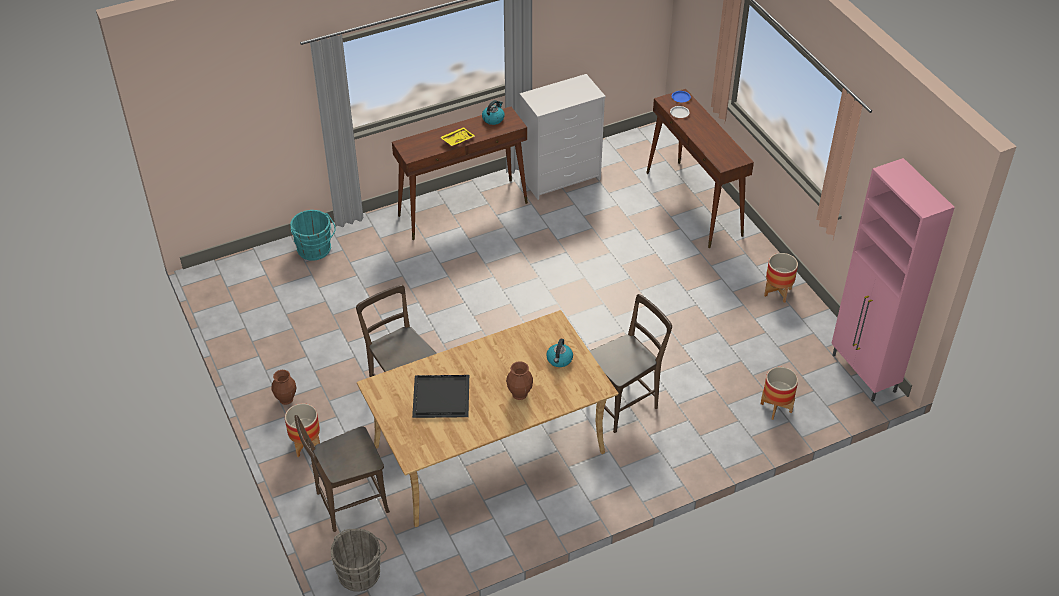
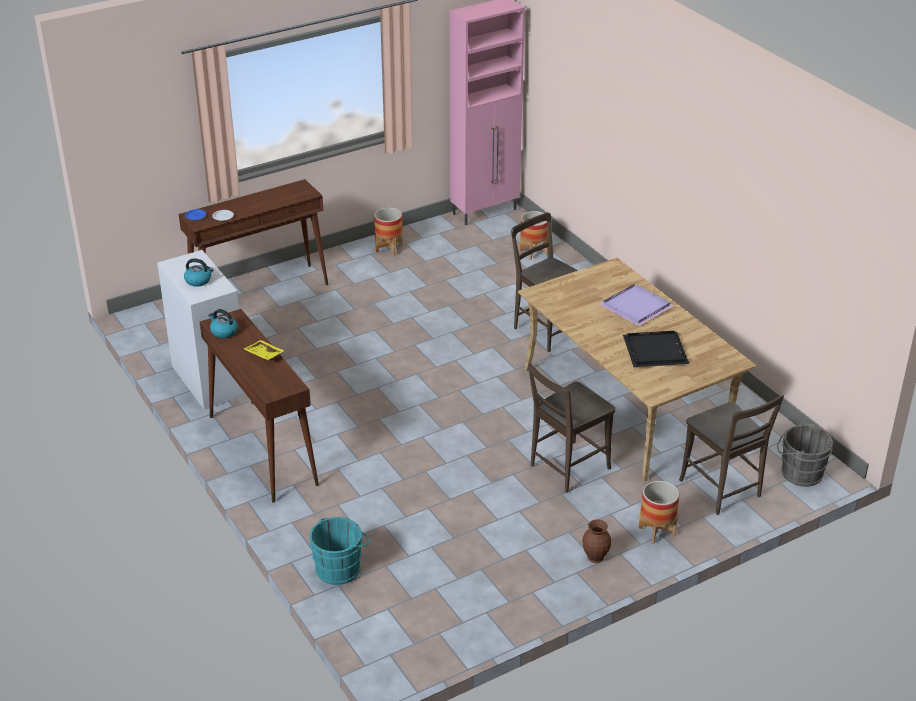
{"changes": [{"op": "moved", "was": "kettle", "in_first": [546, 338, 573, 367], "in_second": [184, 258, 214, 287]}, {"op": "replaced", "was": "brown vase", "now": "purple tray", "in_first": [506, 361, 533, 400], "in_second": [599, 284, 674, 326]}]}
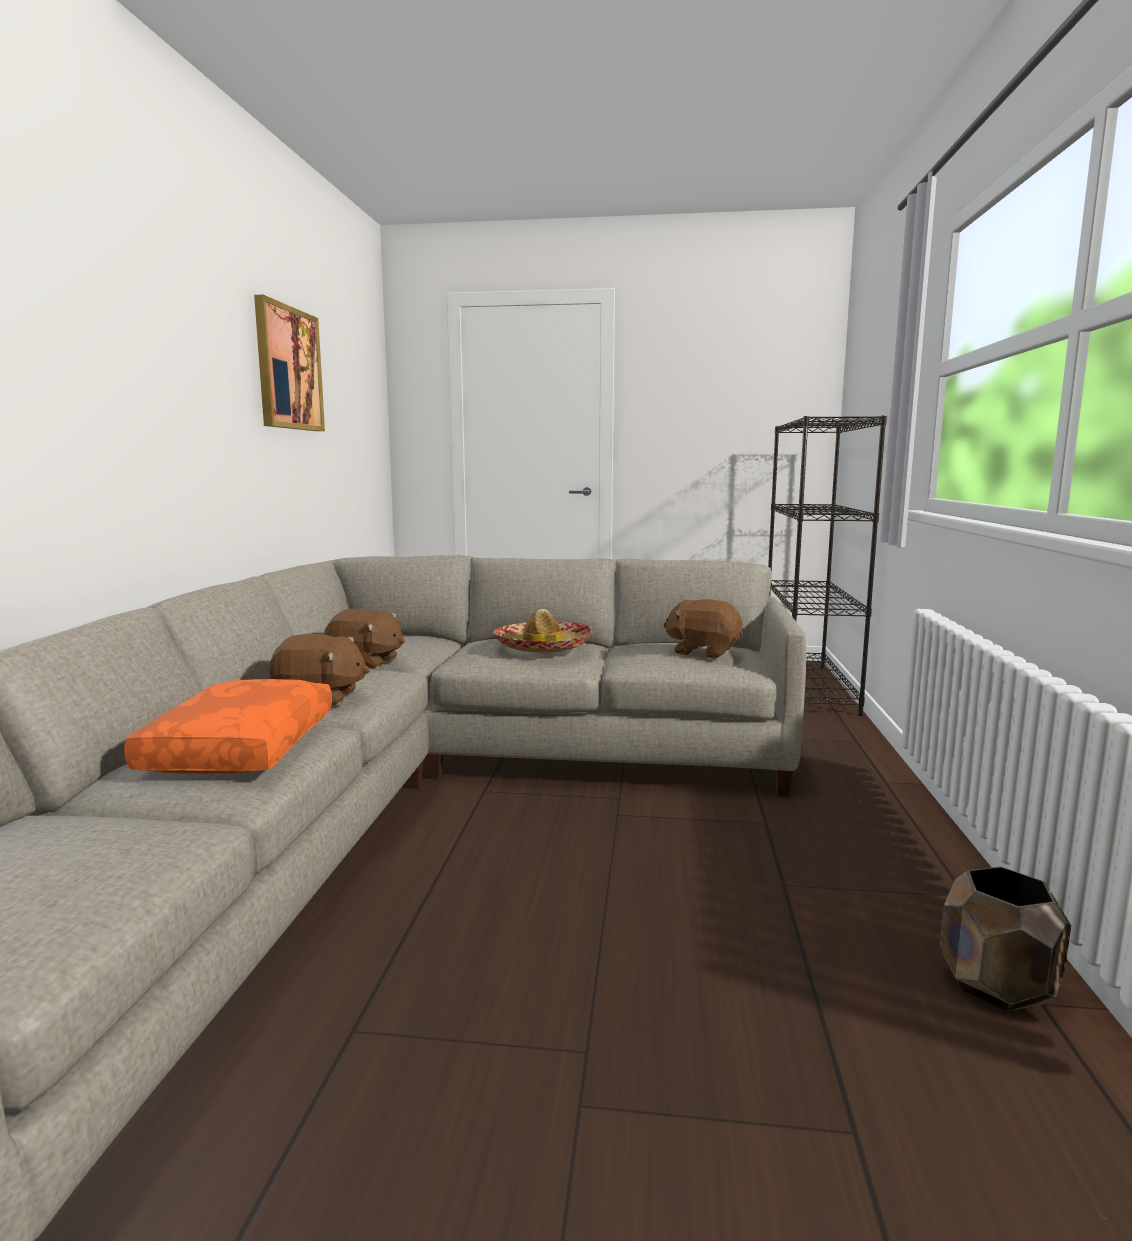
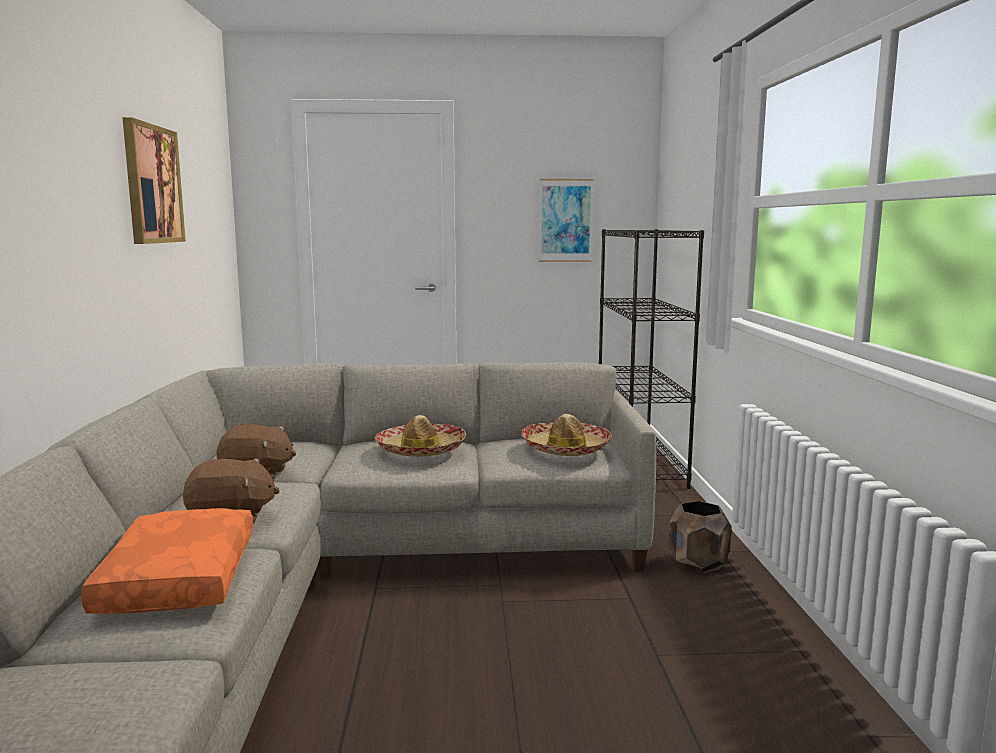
{"changes": [{"op": "replaced", "was": "brown plush toy", "now": "hat", "in_first": [663, 599, 742, 658], "in_second": [521, 414, 612, 456]}, {"op": "added", "now": "picture", "in_second": [539, 179, 594, 262]}, {"op": "moved", "was": "brown planter", "in_first": [940, 866, 1071, 1011], "in_second": [668, 501, 732, 573]}]}
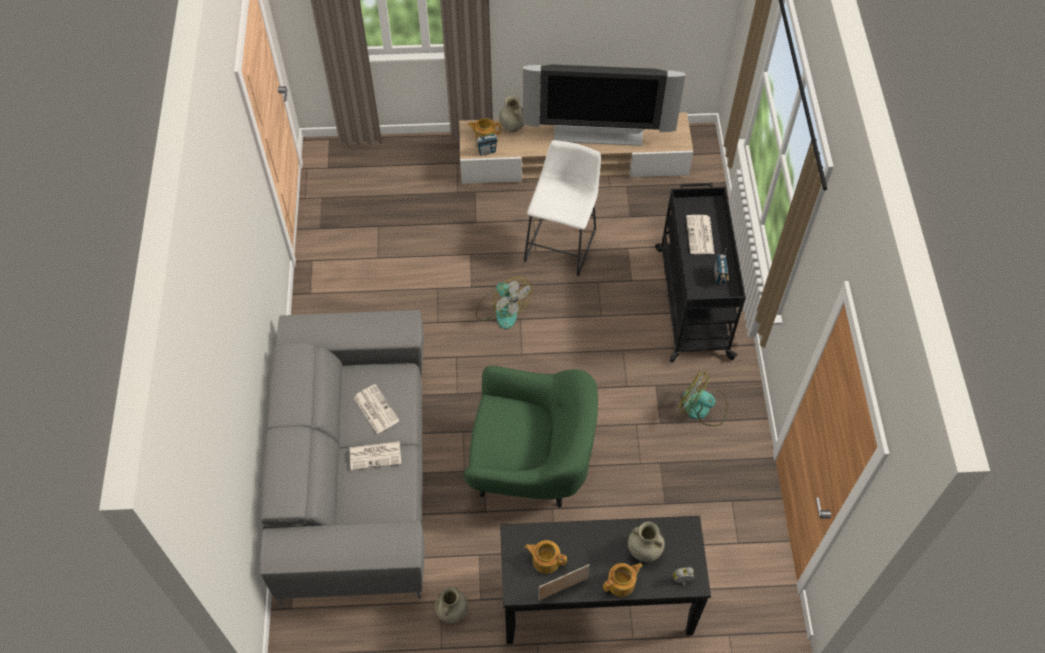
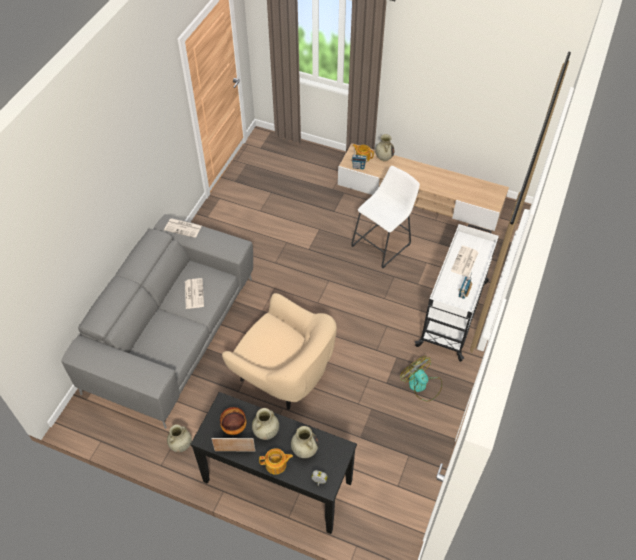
{"changes": [{"op": "moved", "was": "newspaper", "in_first": [350, 441, 401, 470], "in_second": [164, 218, 202, 238]}, {"op": "replaced", "was": "teapot", "now": "bowl", "in_first": [524, 540, 567, 574], "in_second": [220, 407, 247, 435]}, {"op": "recoloured", "was": "green armchair", "now": "beige armchair", "in_first": [464, 366, 598, 508], "in_second": [222, 293, 337, 410]}, {"op": "added", "now": "beige vase", "in_second": [252, 408, 279, 440]}, {"op": "recoloured", "was": "black cart", "now": "white cart", "in_first": [655, 183, 746, 363], "in_second": [415, 224, 499, 362]}, {"op": "removed", "was": "fan", "in_first": [476, 277, 532, 329]}, {"op": "removed", "was": "television", "in_first": [523, 64, 685, 146]}]}
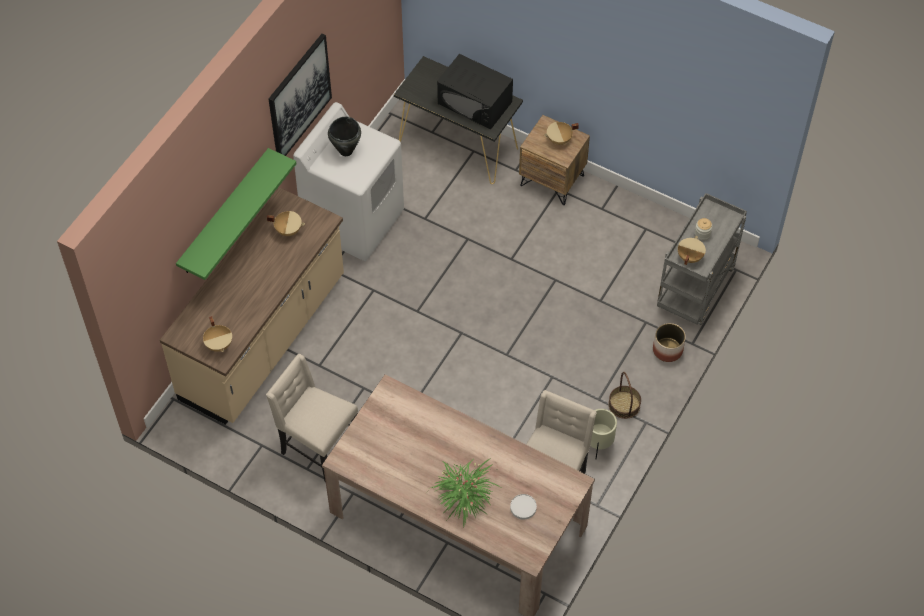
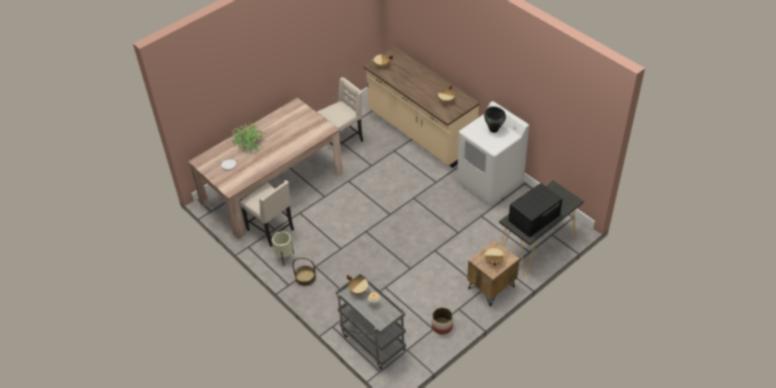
{"changes": [{"op": "moved", "was": "planter", "in_first": [653, 323, 686, 362], "in_second": [432, 307, 453, 335]}, {"op": "removed", "was": "green shelf", "in_first": [176, 148, 296, 280]}, {"op": "removed", "was": "picture", "in_first": [268, 34, 332, 156]}]}
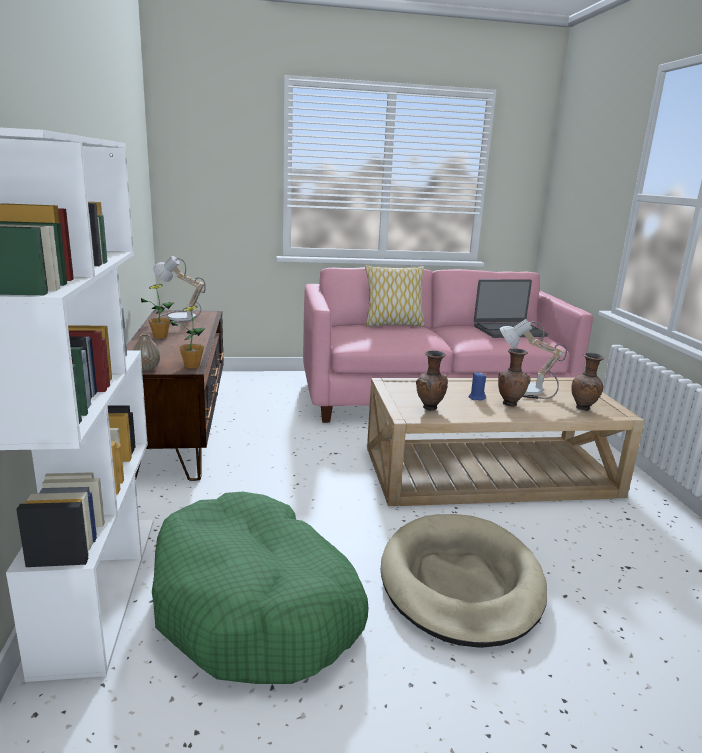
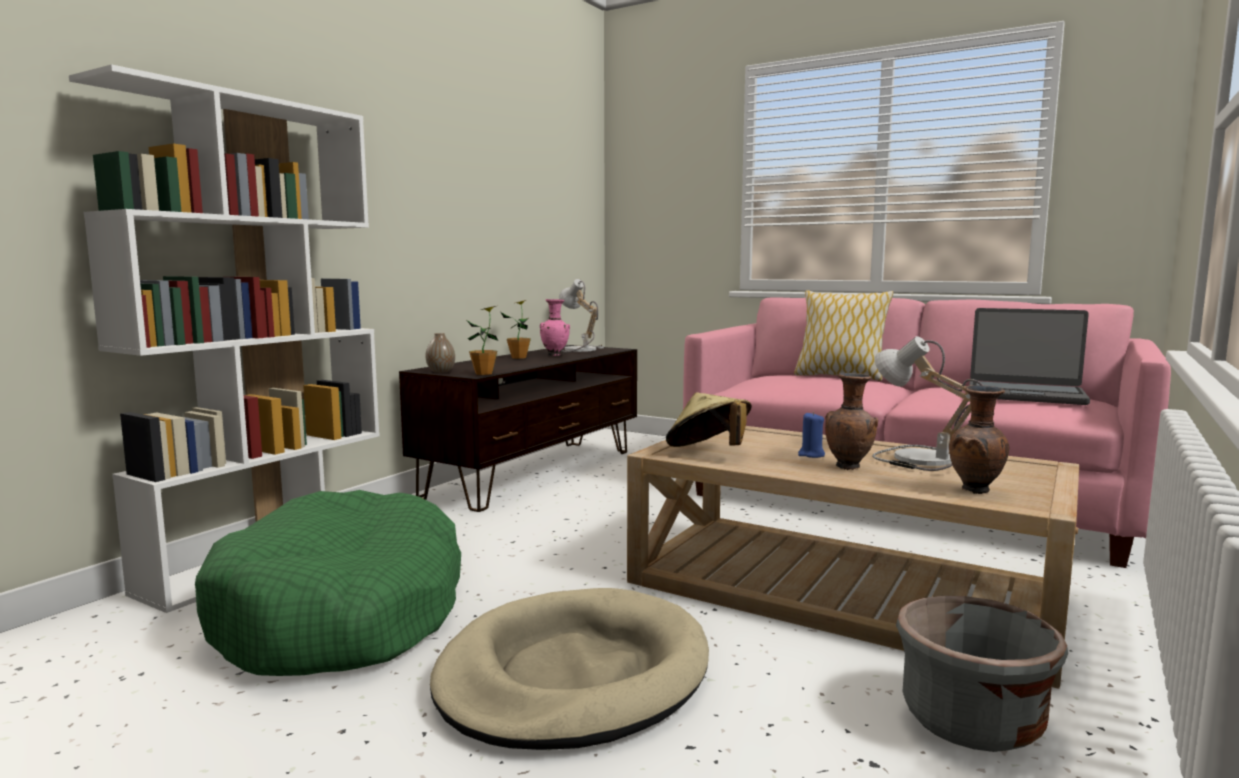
{"changes": [{"op": "added", "now": "pink vase", "in_second": [540, 299, 570, 356]}, {"op": "replaced", "was": "brown vase", "now": "beige hat", "in_first": [416, 350, 448, 411], "in_second": [666, 392, 752, 447]}, {"op": "added", "now": "grey planter", "in_second": [896, 596, 1068, 752]}]}
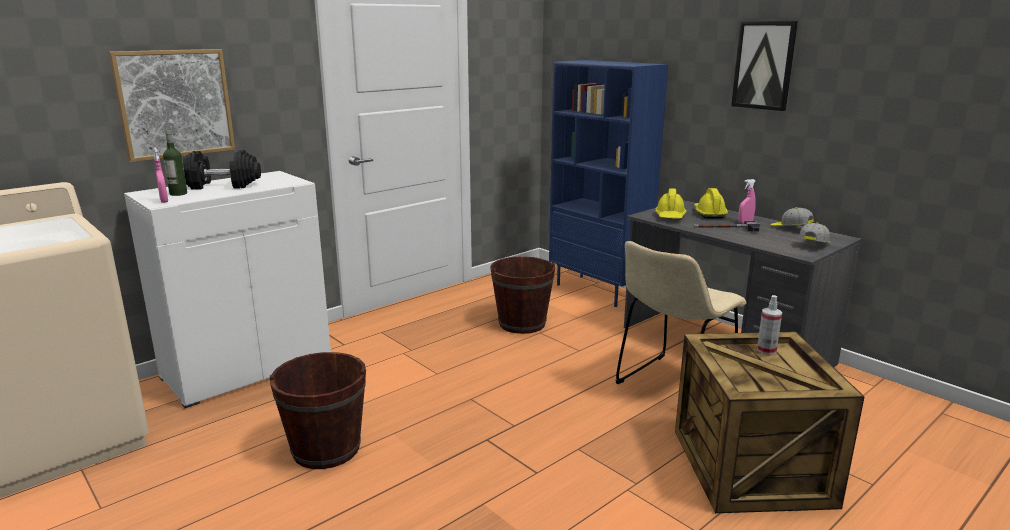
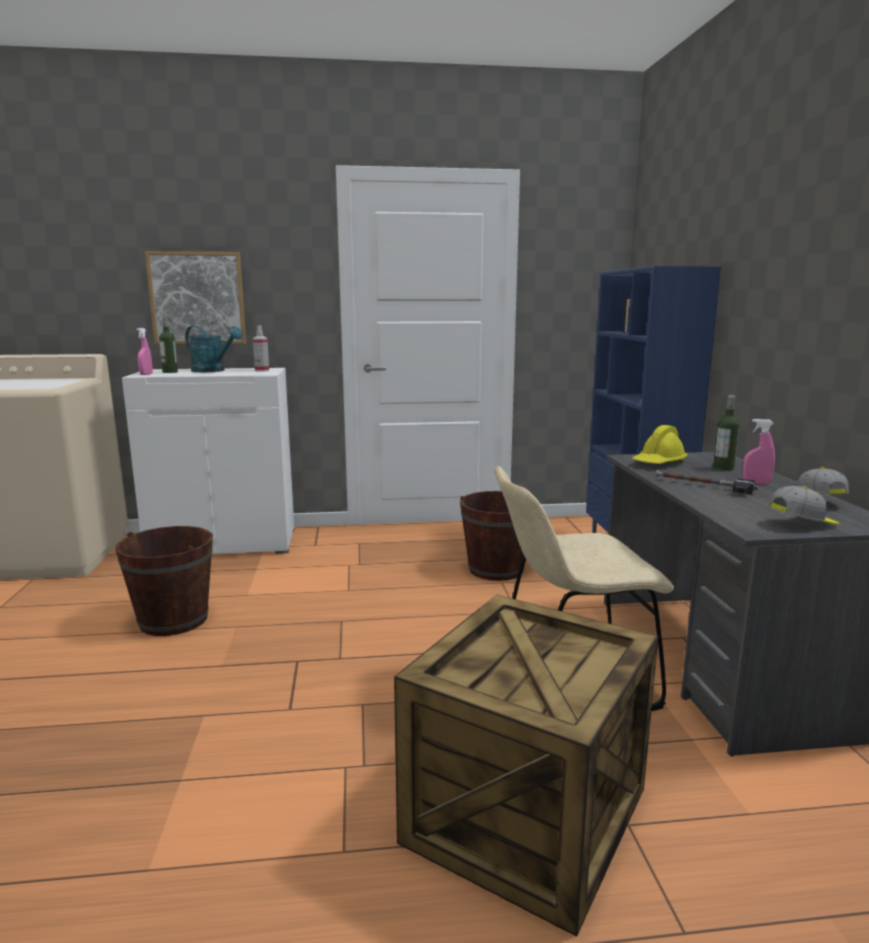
{"changes": [{"op": "replaced", "was": "black dumbbell", "now": "turquoise watering can", "in_first": [182, 150, 261, 190], "in_second": [185, 326, 243, 372]}, {"op": "moved", "was": "spray bottle", "in_first": [757, 295, 782, 355], "in_second": [253, 325, 269, 372]}, {"op": "replaced", "was": "yellow hard hat", "now": "bottle", "in_first": [694, 188, 728, 219], "in_second": [713, 395, 739, 471]}, {"op": "removed", "was": "picture", "in_first": [731, 21, 798, 111]}]}
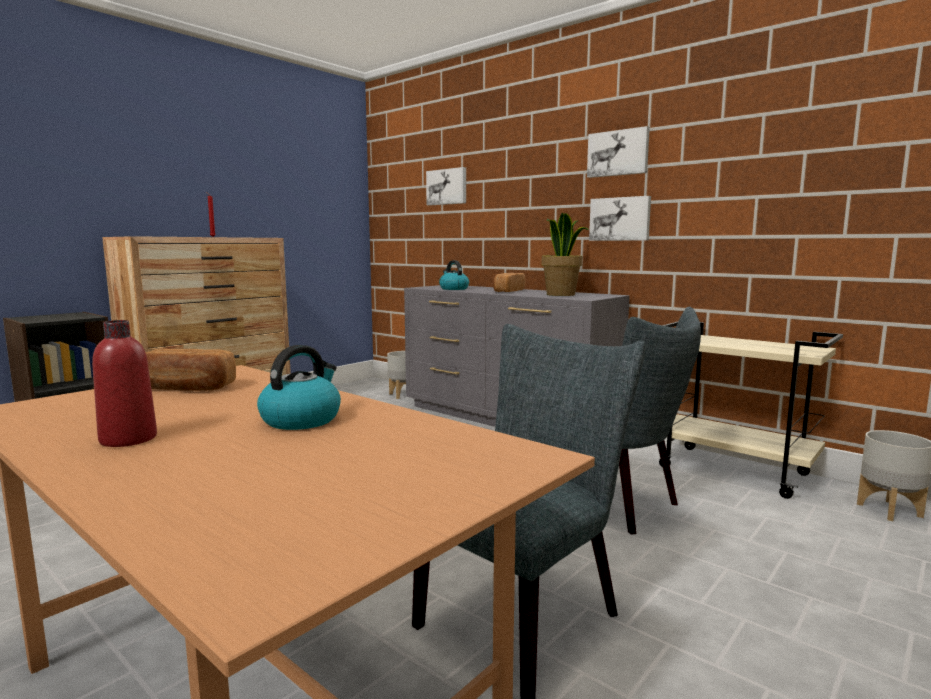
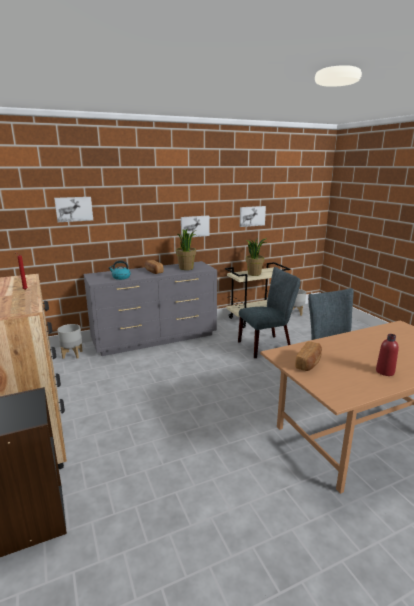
{"changes": [{"op": "moved", "was": "picture", "in_first": [587, 126, 650, 178], "in_second": [240, 206, 266, 227]}, {"op": "added", "now": "potted plant", "in_second": [246, 238, 267, 276]}, {"op": "removed", "was": "kettle", "in_first": [257, 345, 341, 430]}]}
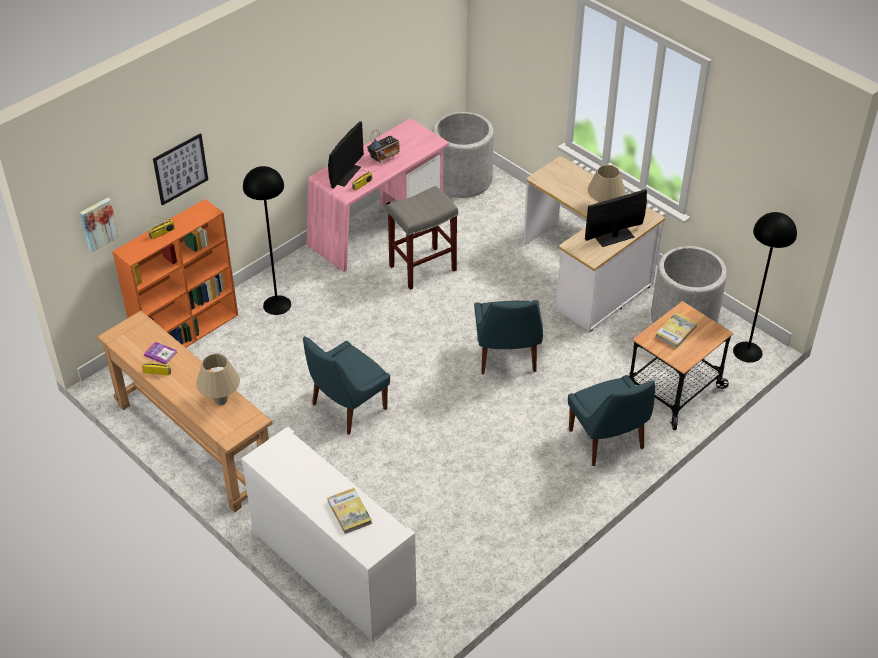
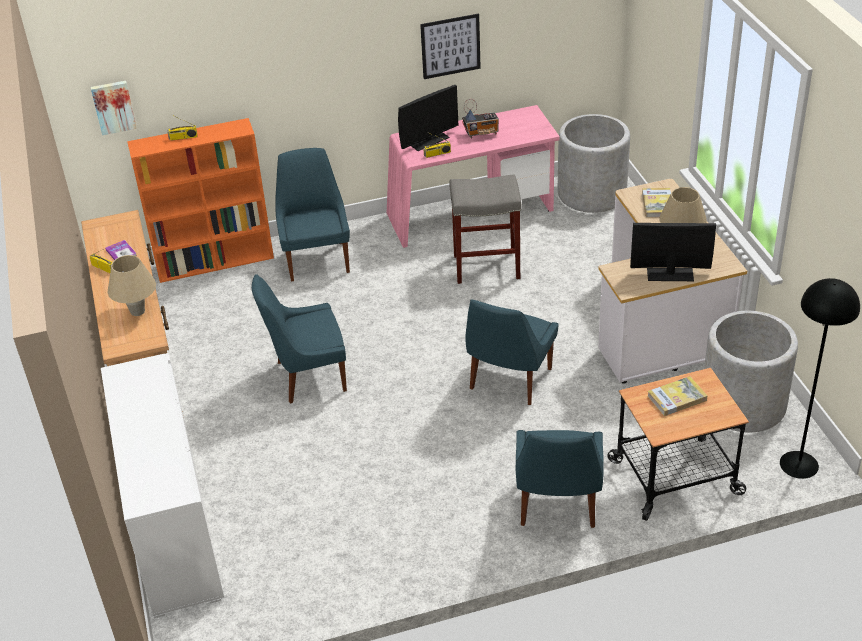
{"changes": [{"op": "replaced", "was": "black floor lamp", "now": "blue chair", "in_first": [243, 166, 291, 315], "in_second": [275, 148, 350, 282]}, {"op": "moved", "was": "picture", "in_first": [153, 133, 208, 206], "in_second": [420, 13, 481, 79]}, {"op": "moved", "was": "book", "in_first": [327, 488, 372, 534], "in_second": [642, 188, 671, 217]}]}
